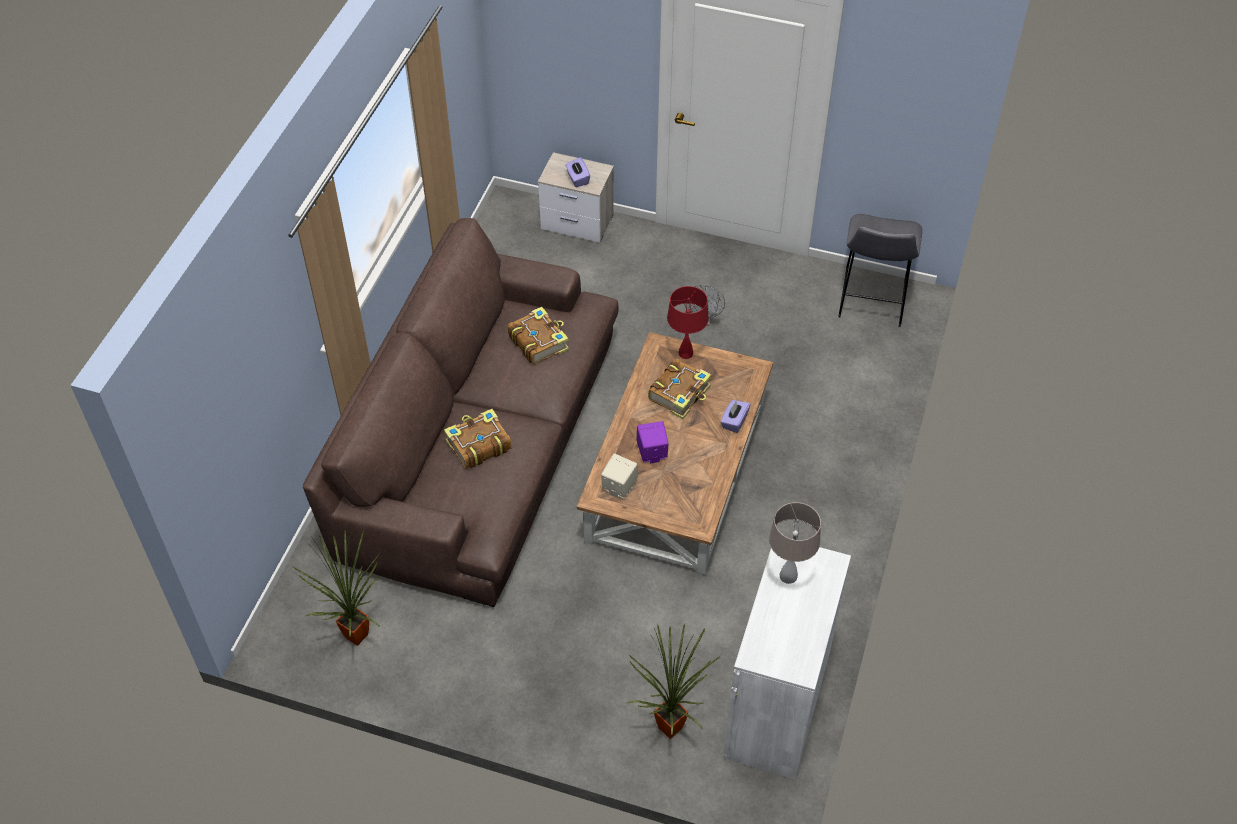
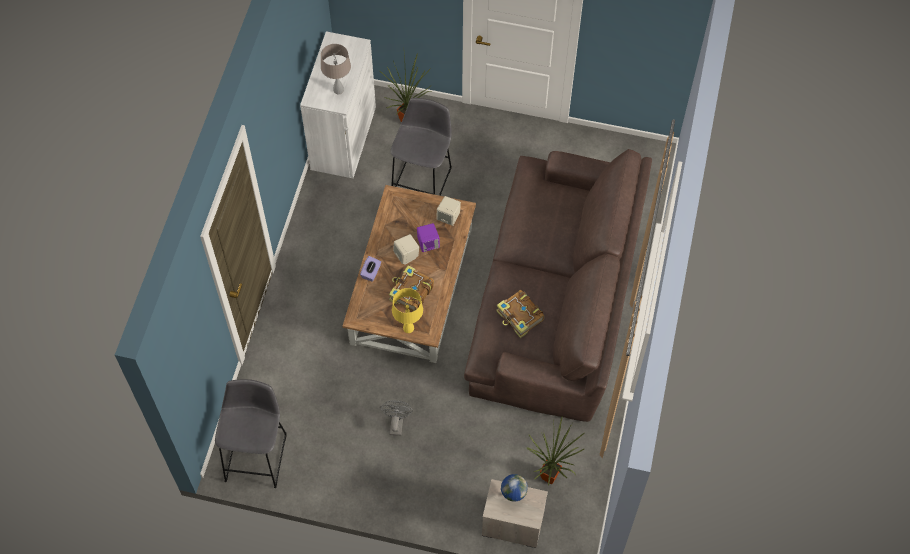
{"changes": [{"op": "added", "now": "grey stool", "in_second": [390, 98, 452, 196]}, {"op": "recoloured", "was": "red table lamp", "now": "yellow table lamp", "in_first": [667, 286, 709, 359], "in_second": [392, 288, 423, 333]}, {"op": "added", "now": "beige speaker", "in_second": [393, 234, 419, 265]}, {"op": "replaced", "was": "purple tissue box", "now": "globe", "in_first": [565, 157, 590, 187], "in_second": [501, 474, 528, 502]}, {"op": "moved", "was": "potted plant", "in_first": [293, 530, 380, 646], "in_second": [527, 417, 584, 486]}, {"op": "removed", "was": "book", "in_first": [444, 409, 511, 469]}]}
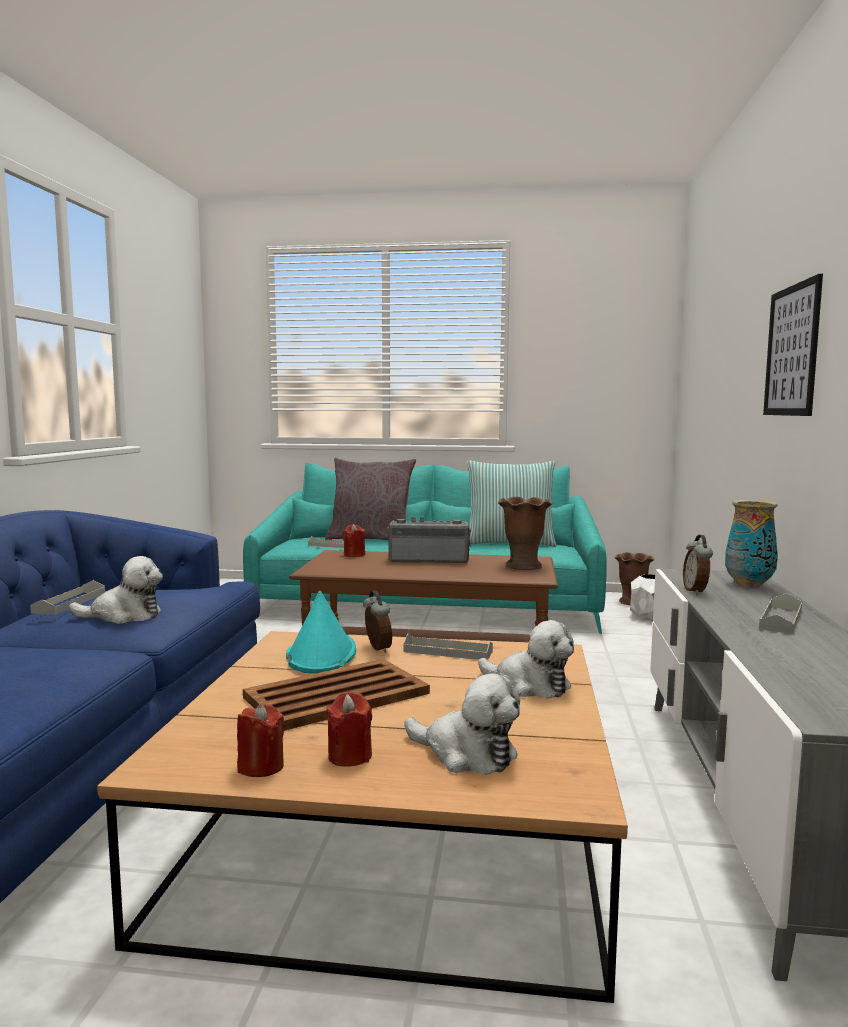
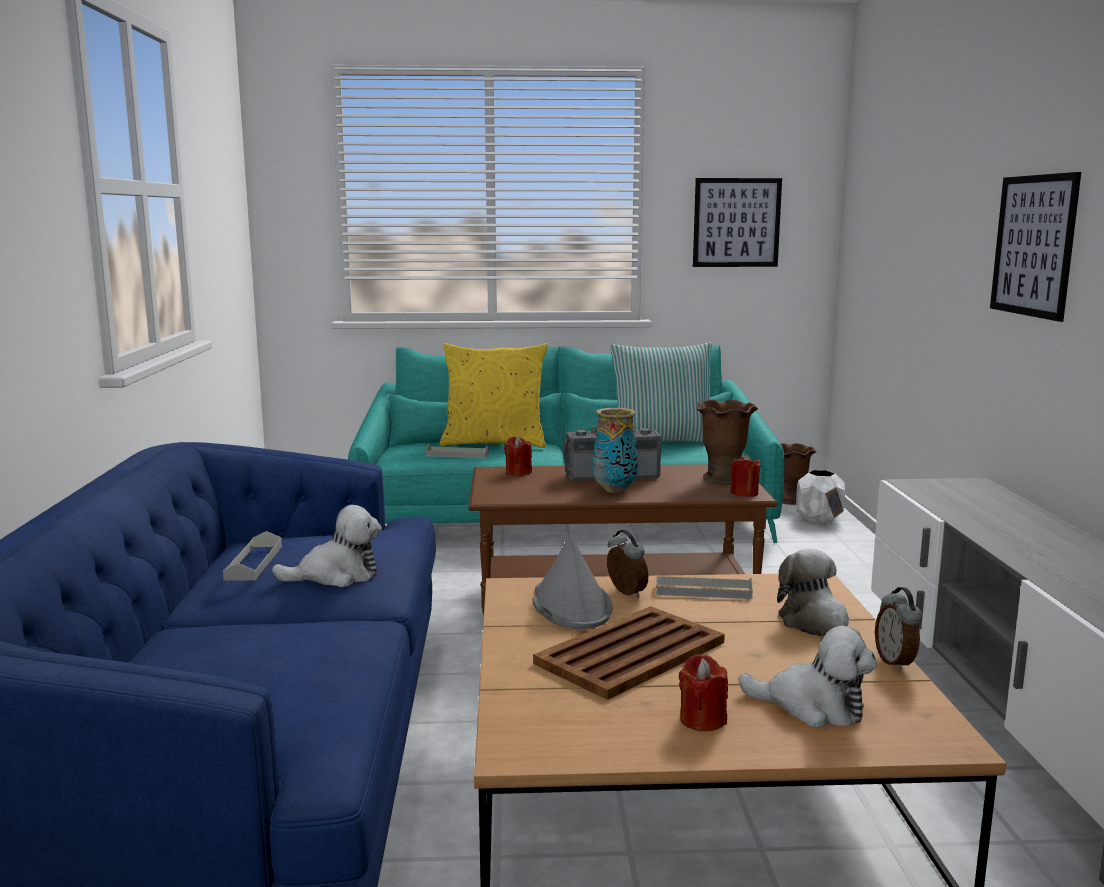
{"changes": [{"op": "recoloured", "was": "grey pillow", "now": "yellow pillow", "in_first": [325, 458, 416, 540], "in_second": [440, 343, 548, 448]}, {"op": "recoloured", "was": "turquoise hat", "now": "grey hat", "in_first": [286, 591, 356, 673], "in_second": [533, 535, 613, 629]}, {"op": "moved", "was": "vase", "in_first": [725, 500, 778, 588], "in_second": [592, 408, 638, 493]}, {"op": "added", "now": "picture", "in_second": [693, 178, 782, 267]}, {"op": "moved", "was": "red candle", "in_first": [237, 704, 285, 777], "in_second": [731, 454, 760, 497]}, {"op": "turned", "was": "plush toy", "in_first": [478, 620, 574, 699], "in_second": [777, 549, 849, 636], "clockwise": -135}, {"op": "moved", "was": "alarm clock", "in_first": [683, 535, 713, 595], "in_second": [875, 587, 922, 671]}, {"op": "removed", "was": "grey tray", "in_first": [759, 594, 802, 634]}]}
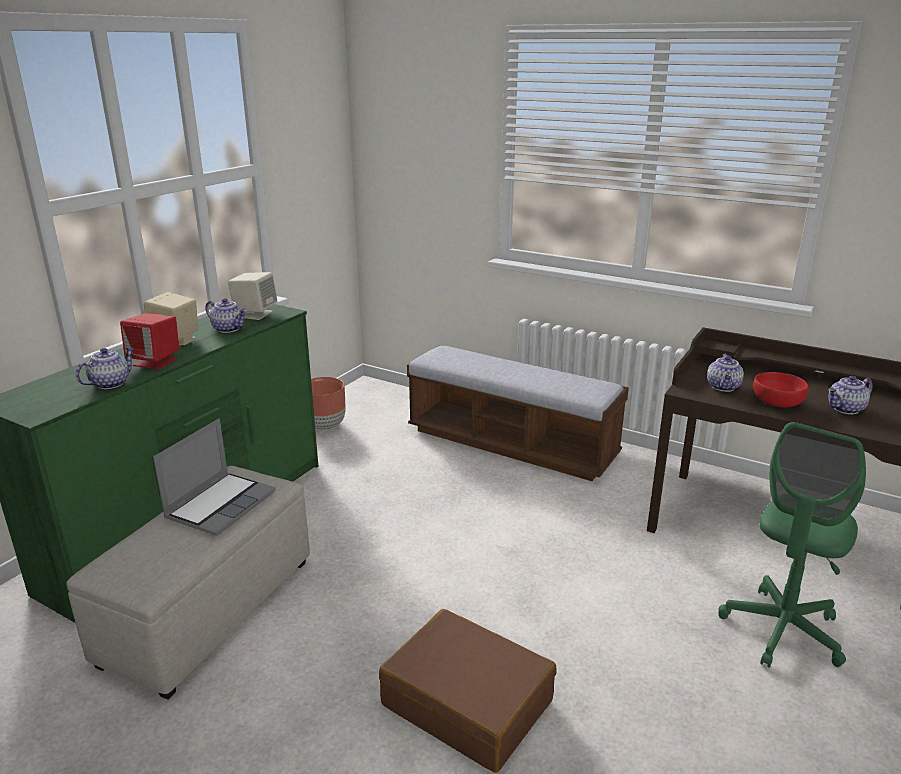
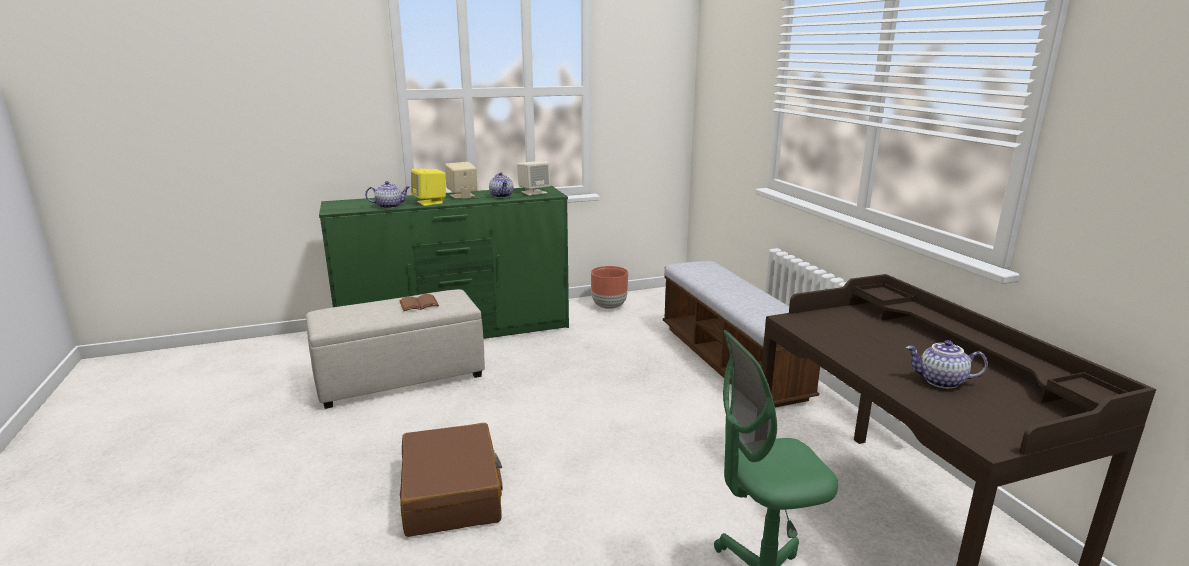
{"changes": [{"op": "replaced", "was": "laptop", "now": "brown book", "in_first": [153, 418, 276, 536], "in_second": [399, 294, 439, 311]}, {"op": "recoloured", "was": "red speaker", "now": "yellow speaker", "in_first": [120, 313, 179, 370], "in_second": [411, 169, 446, 206]}, {"op": "removed", "was": "teapot", "in_first": [707, 354, 744, 392]}, {"op": "removed", "was": "red bowl", "in_first": [753, 372, 809, 407]}]}
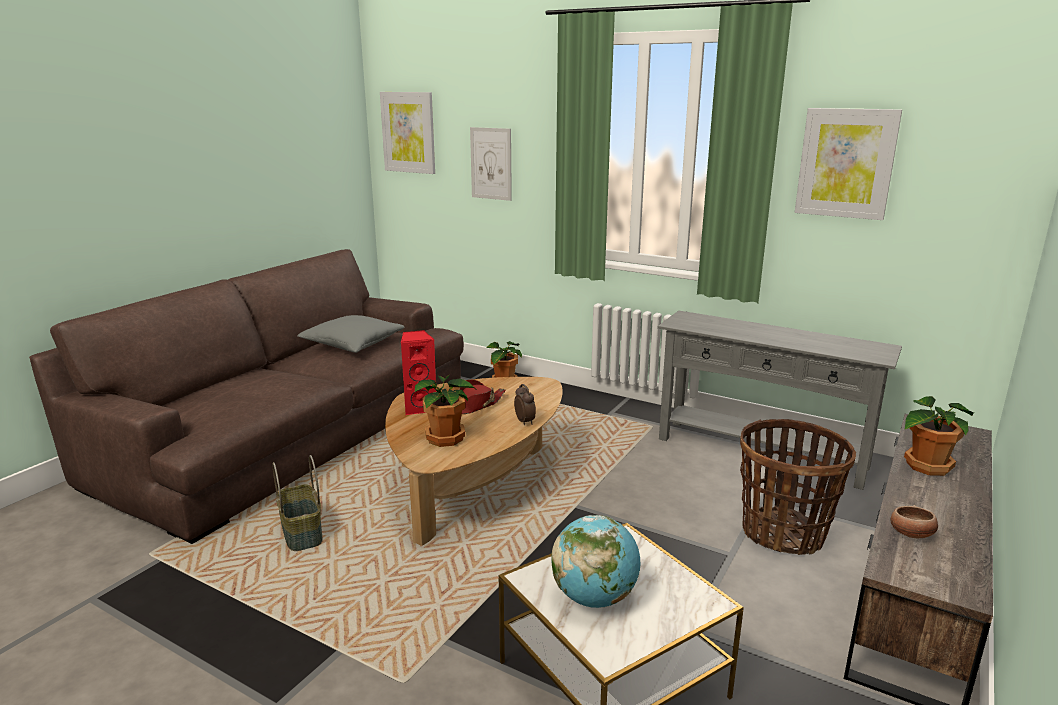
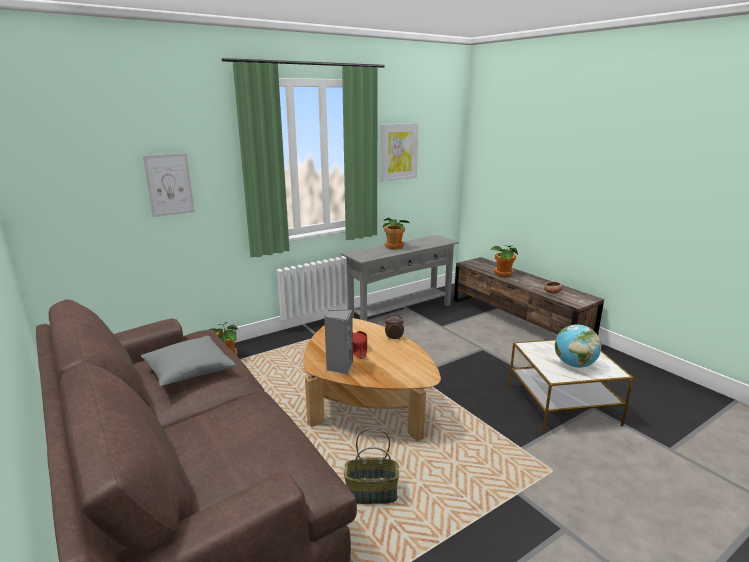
{"changes": [{"op": "recoloured", "was": "red speaker", "now": "grey speaker", "in_first": [401, 330, 436, 415], "in_second": [324, 310, 353, 375]}, {"op": "moved", "was": "potted plant", "in_first": [415, 375, 476, 447], "in_second": [383, 218, 411, 250]}, {"op": "removed", "was": "picture", "in_first": [380, 92, 435, 174]}, {"op": "removed", "was": "basket", "in_first": [740, 419, 856, 555]}]}
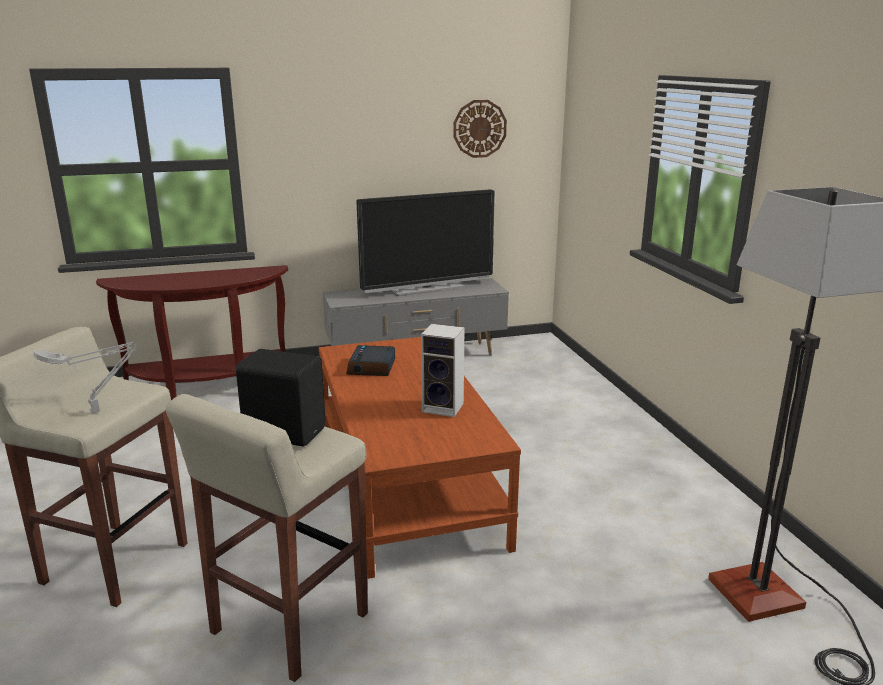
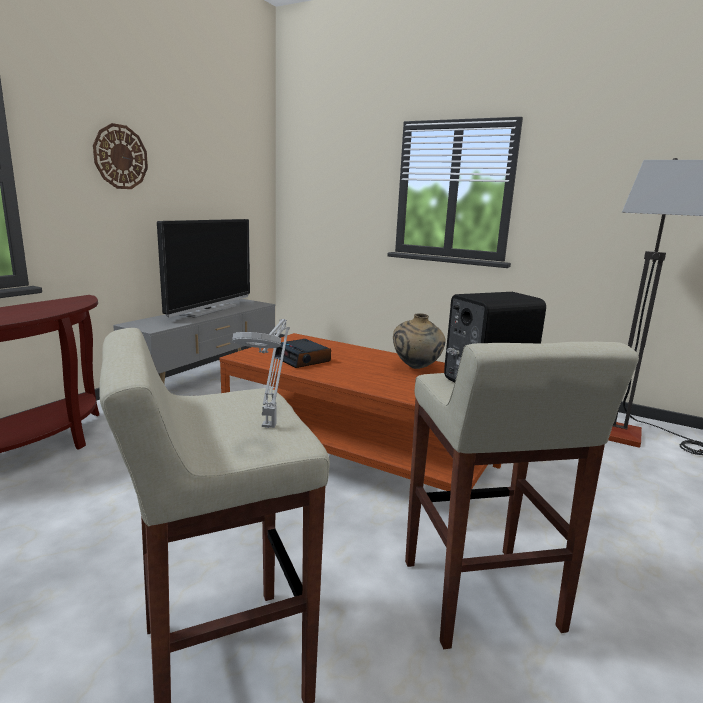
{"changes": [{"op": "moved", "was": "wall clock", "in_first": [454, 100, 507, 158], "in_second": [93, 123, 148, 189]}, {"op": "replaced", "was": "speaker", "now": "beige vase", "in_first": [421, 324, 465, 417], "in_second": [393, 313, 446, 369]}]}
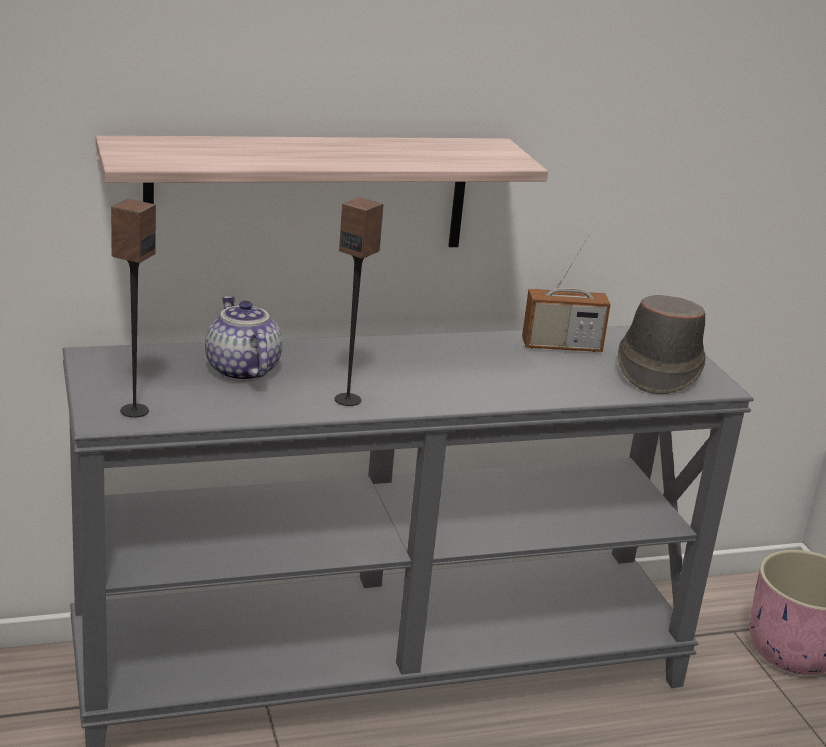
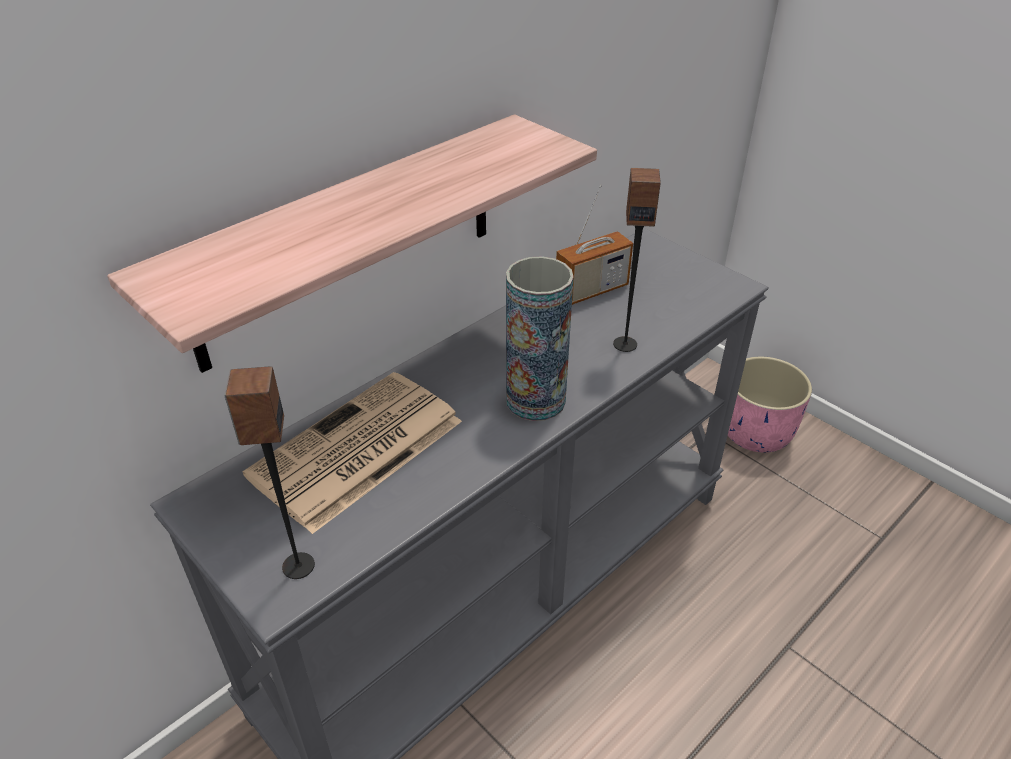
{"changes": [{"op": "replaced", "was": "teapot", "now": "newspaper", "in_first": [205, 296, 282, 381], "in_second": [243, 372, 462, 534]}, {"op": "added", "now": "vase", "in_second": [506, 256, 574, 421]}, {"op": "moved", "was": "speaker", "in_first": [335, 197, 384, 406], "in_second": [613, 168, 661, 352]}, {"op": "removed", "was": "brown hat", "in_first": [618, 295, 706, 394]}]}
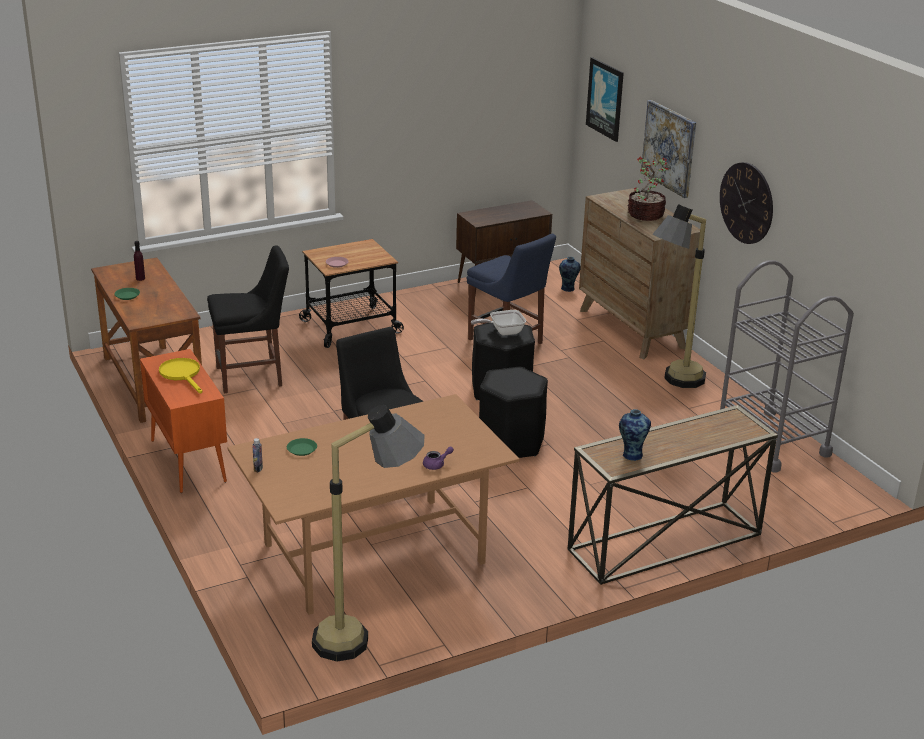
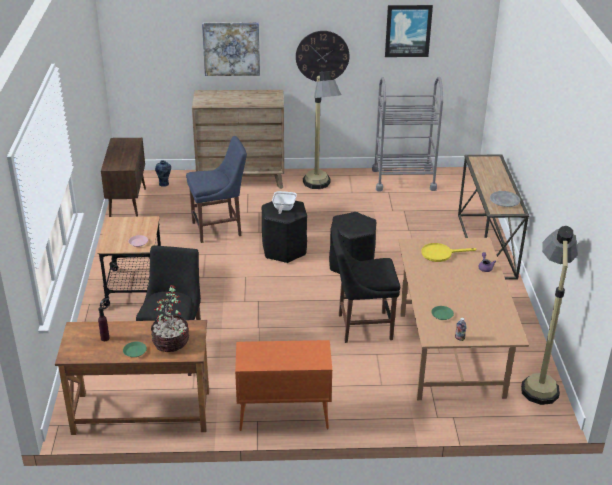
{"changes": [{"op": "moved", "was": "potted plant", "in_first": [627, 157, 668, 221], "in_second": [151, 285, 189, 352]}, {"op": "moved", "was": "picture", "in_first": [586, 57, 624, 142], "in_second": [385, 5, 433, 57]}, {"op": "moved", "was": "yellow frying pan", "in_first": [159, 358, 203, 393], "in_second": [421, 243, 476, 262]}, {"op": "replaced", "was": "vase", "now": "grey plate", "in_first": [619, 409, 651, 461], "in_second": [490, 191, 520, 207]}]}
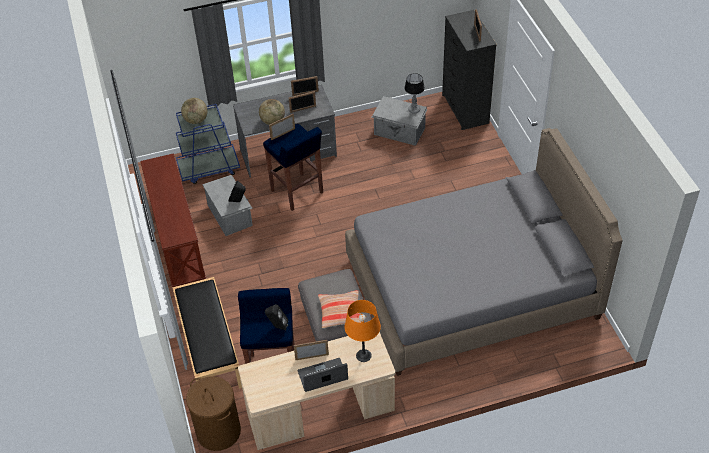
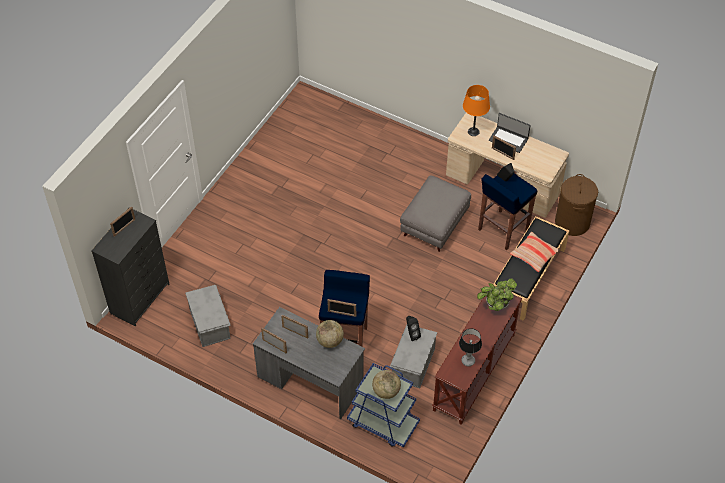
{"changes": [{"op": "moved", "was": "table lamp", "in_first": [404, 73, 425, 113], "in_second": [459, 328, 482, 366]}, {"op": "added", "now": "potted plant", "in_second": [477, 278, 517, 311]}, {"op": "moved", "was": "pillow", "in_first": [318, 290, 361, 328], "in_second": [510, 232, 560, 272]}, {"op": "removed", "was": "grey bed", "in_first": [345, 128, 623, 376]}]}
